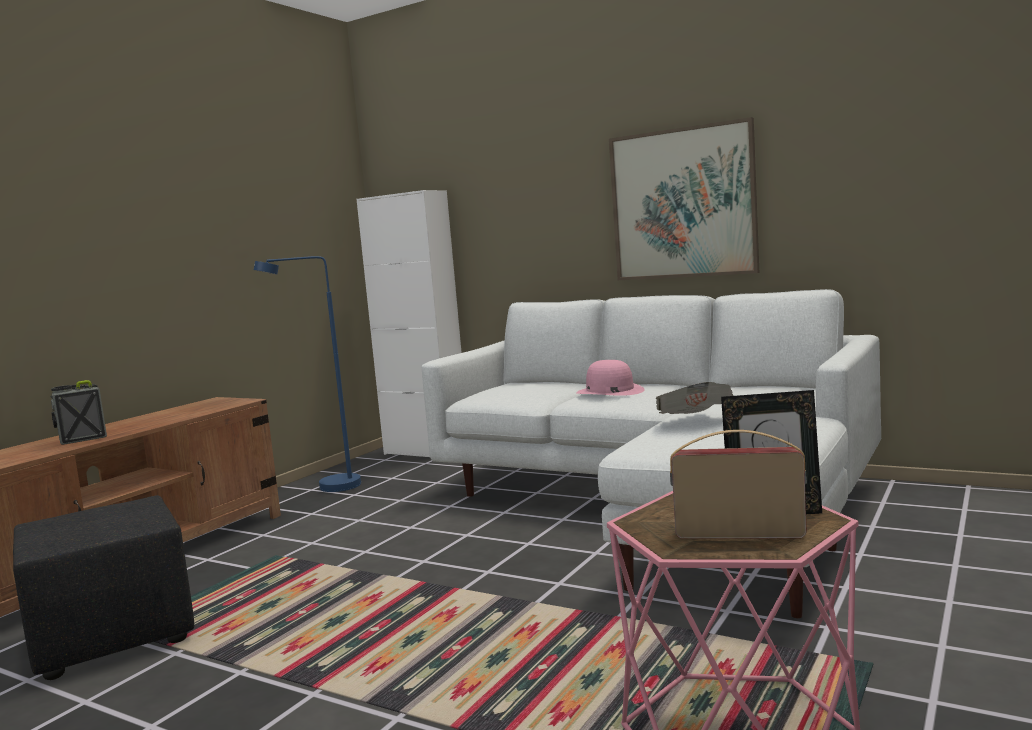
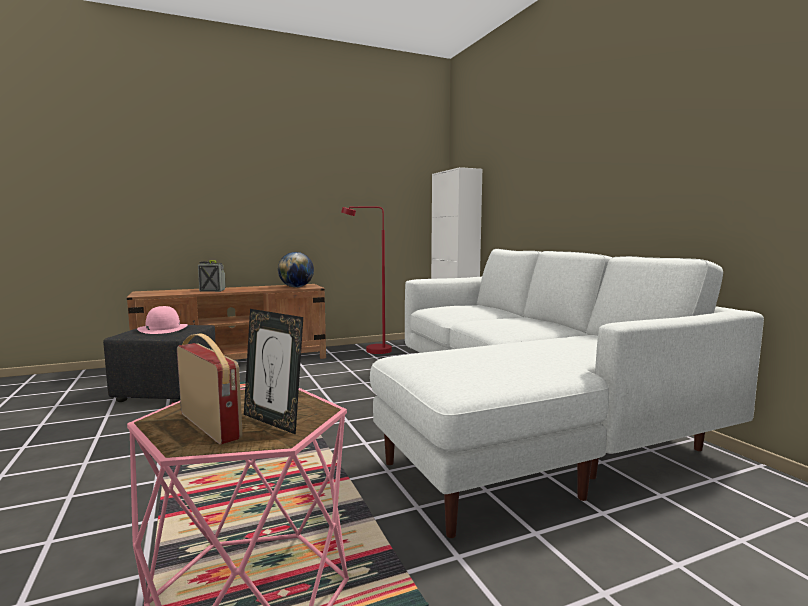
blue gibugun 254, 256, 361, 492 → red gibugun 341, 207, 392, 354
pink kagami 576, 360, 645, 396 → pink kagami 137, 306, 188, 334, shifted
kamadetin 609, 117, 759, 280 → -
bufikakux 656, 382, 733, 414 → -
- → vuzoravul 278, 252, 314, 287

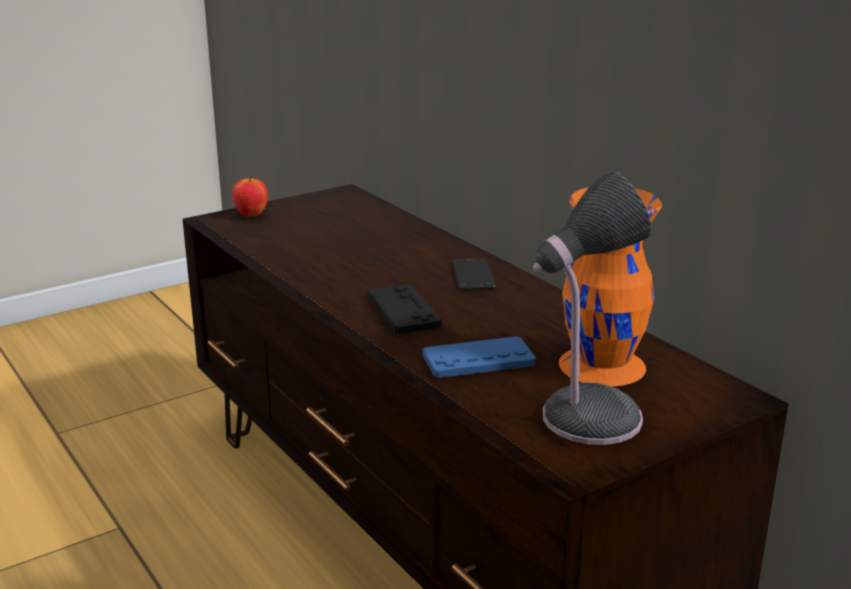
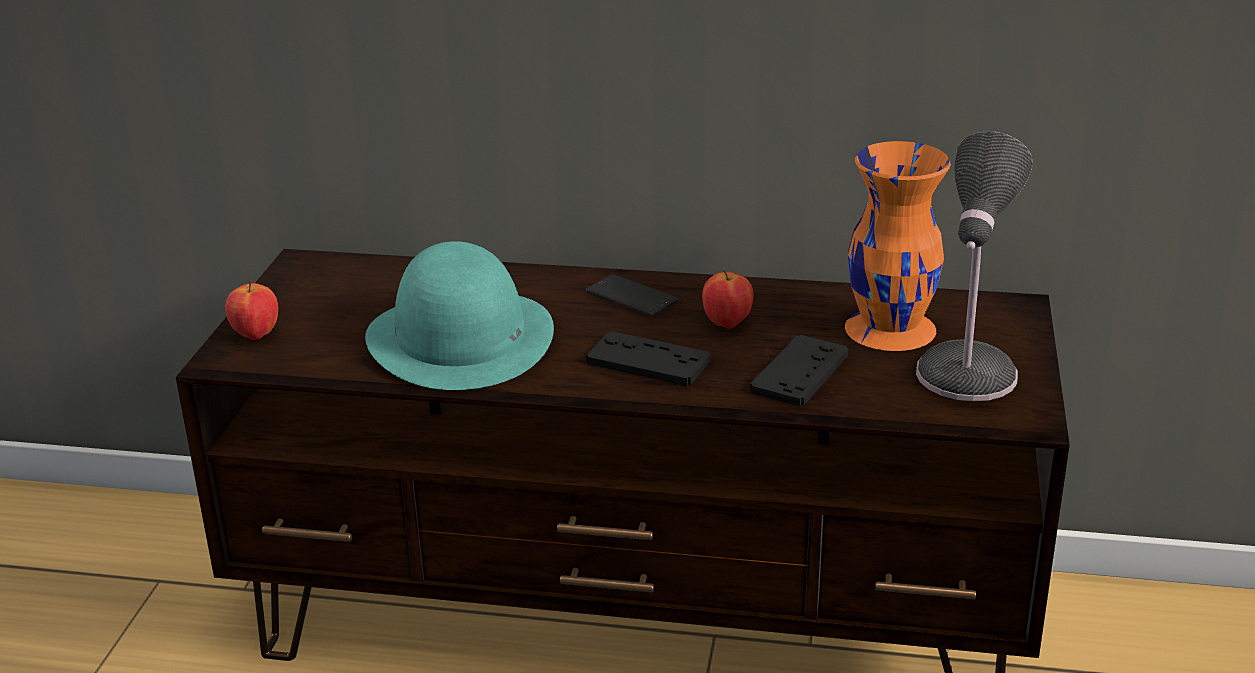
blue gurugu 423, 336, 536, 378 → black gurugu 750, 335, 849, 406
- → turquoise kagami 365, 241, 554, 390
- → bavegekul 702, 269, 753, 329

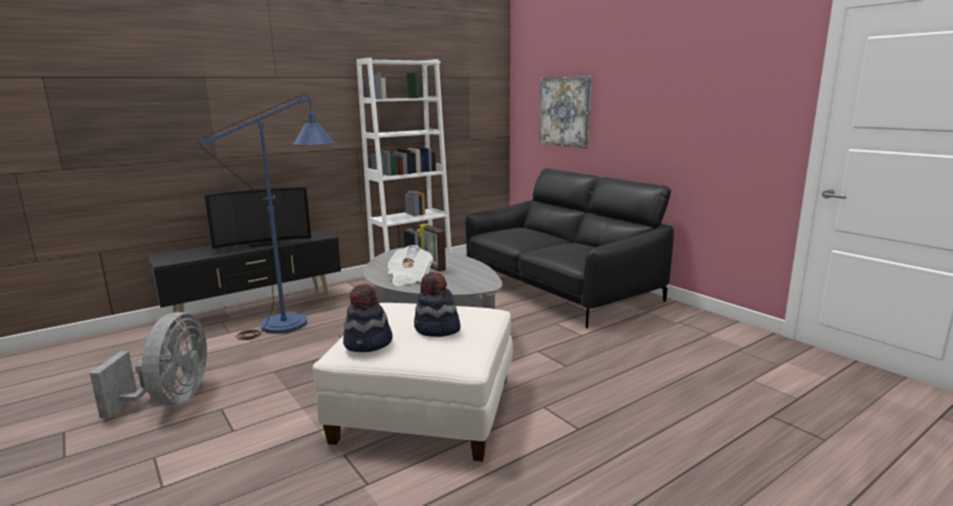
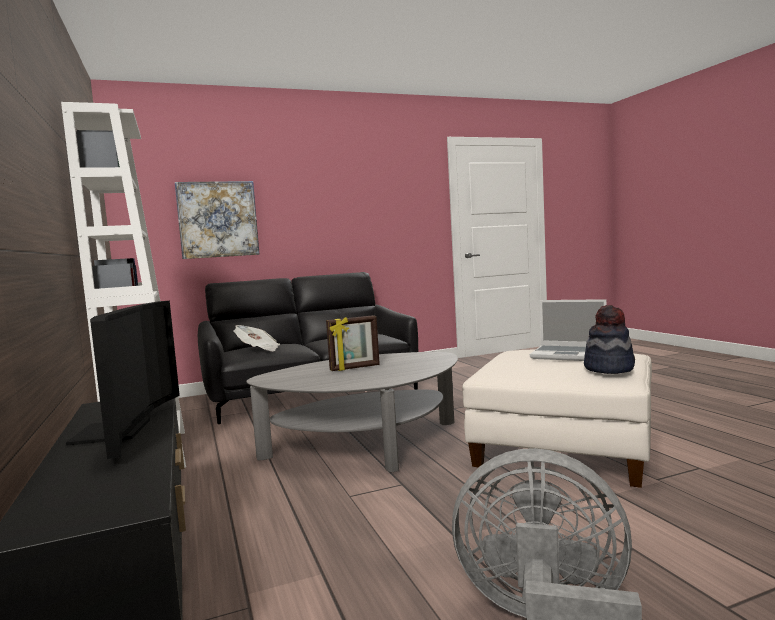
blue gibugun 200, 94, 335, 340 → -
bufikakux 387, 245, 433, 286 → bufikakux 233, 325, 280, 351, shifted
kagami 414, 272, 460, 337 → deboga 530, 299, 607, 361

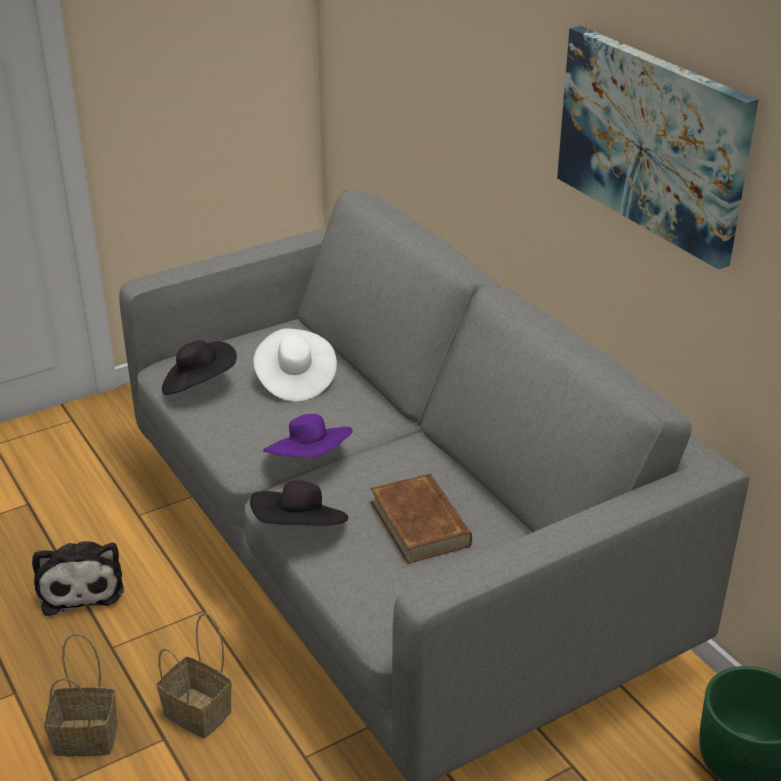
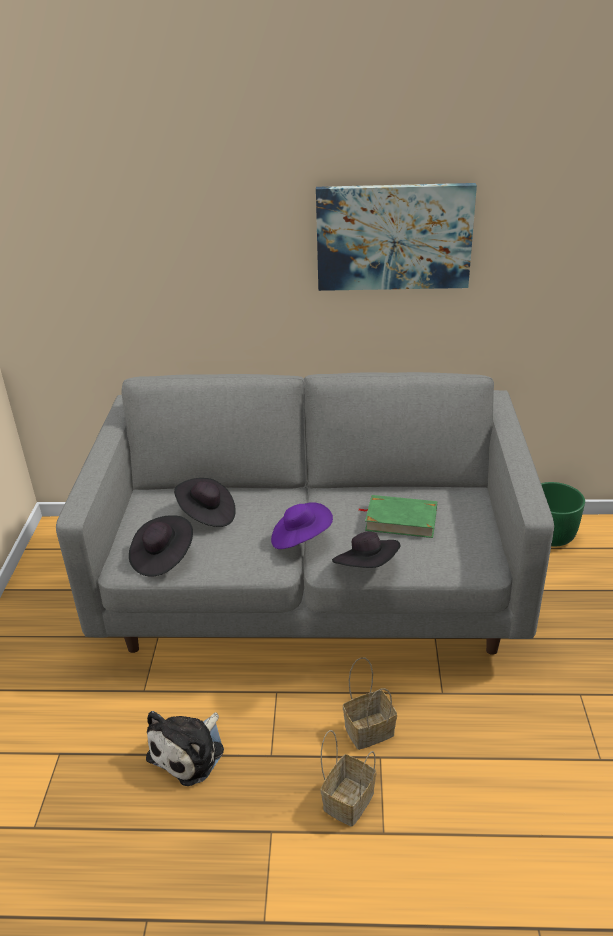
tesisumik 32, 541, 124, 616 → tesisumik 146, 711, 224, 786, 105 degrees clockwise
white kagami 254, 328, 337, 402 → black kagami 174, 478, 236, 527
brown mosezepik 370, 473, 472, 564 → green mosezepik 359, 495, 437, 538

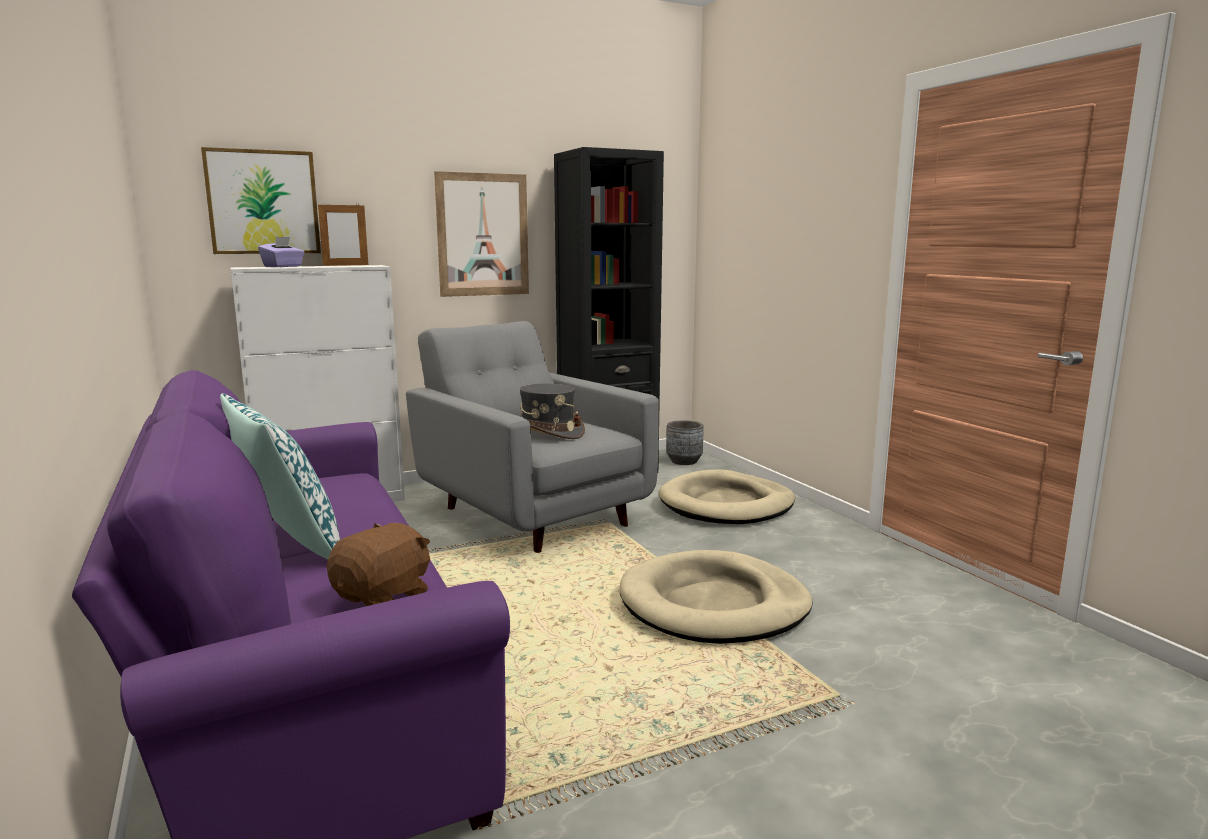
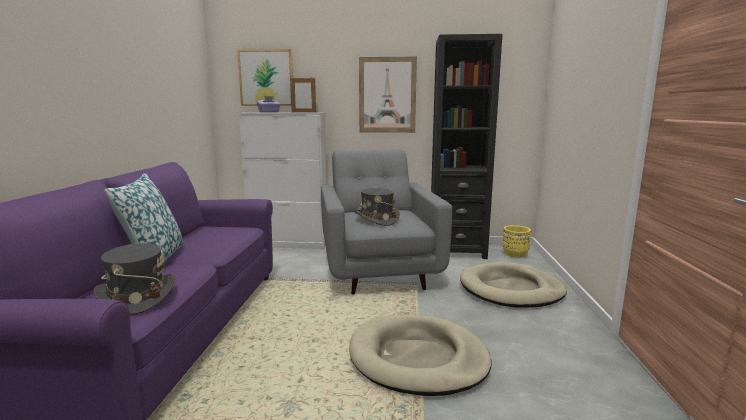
brown tesisumik 327, 523, 430, 606 → grey kagami 94, 243, 175, 315
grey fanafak 666, 420, 704, 465 → yellow fanafak 502, 225, 531, 257

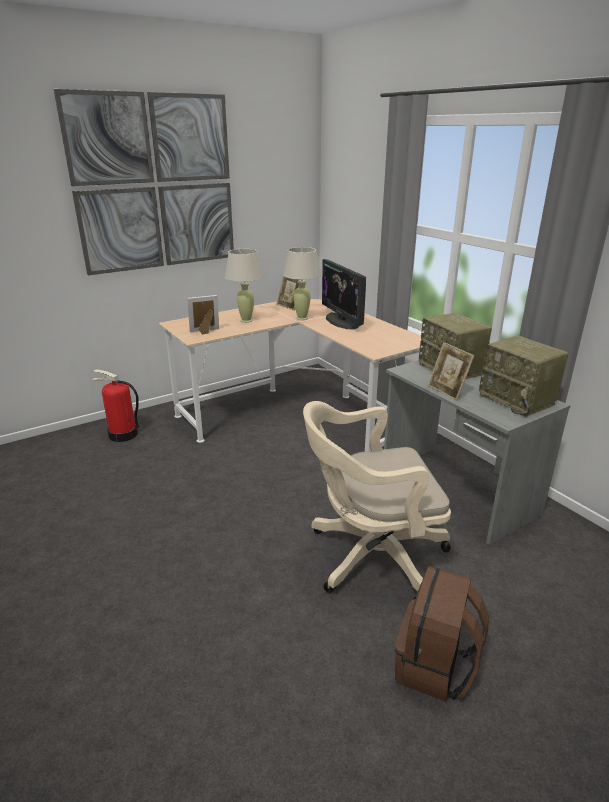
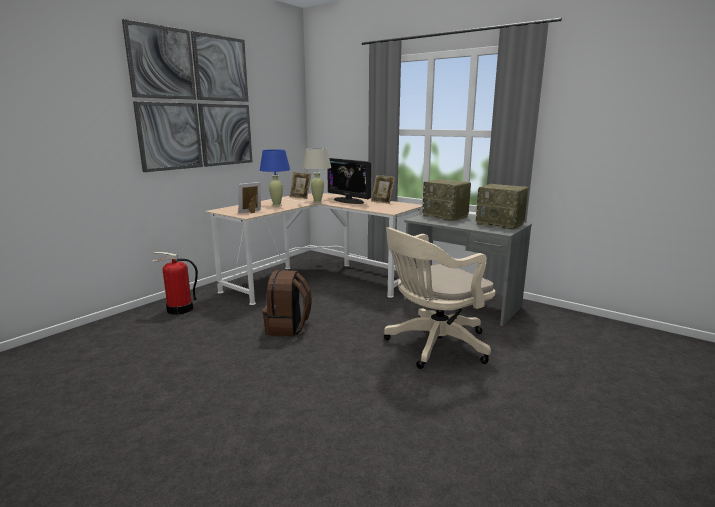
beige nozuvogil 225, 249, 264, 323 → blue nozuvogil 260, 149, 290, 206
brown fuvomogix 395, 566, 489, 702 → brown fuvomogix 263, 270, 312, 336, shifted
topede 428, 342, 474, 401 → topede 371, 175, 395, 204, shifted

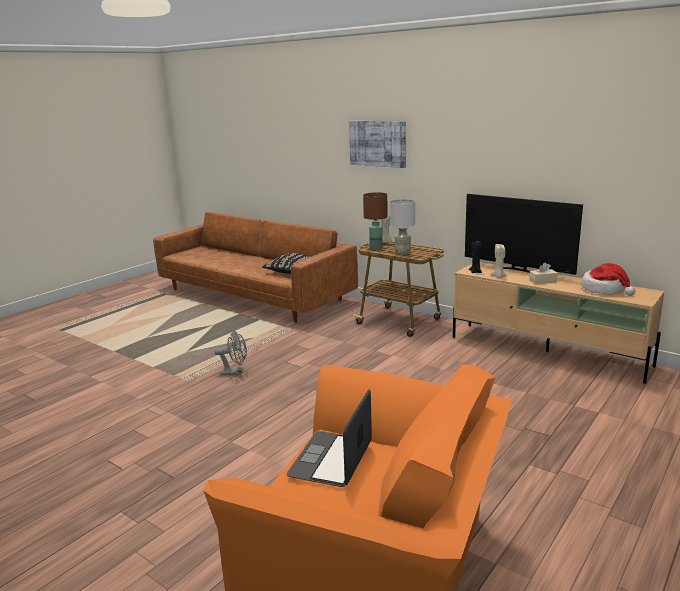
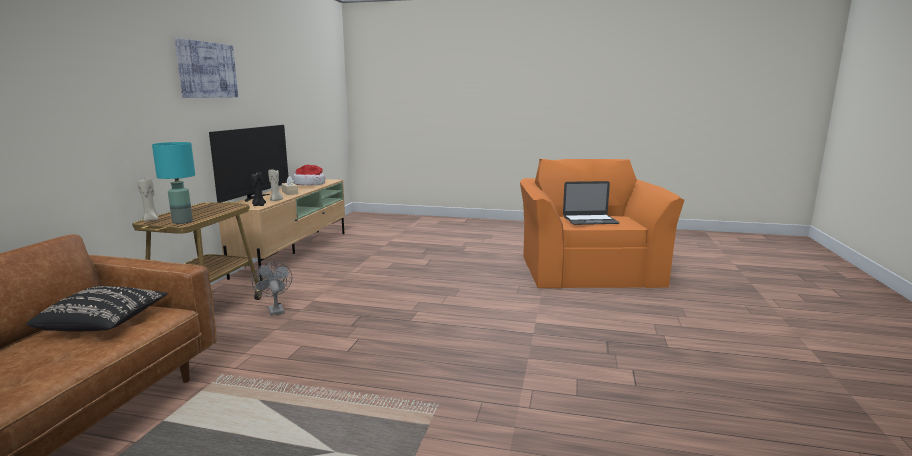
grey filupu 215, 331, 247, 376 → grey filupu 252, 262, 292, 316, shifted
kamadetin 349, 121, 406, 168 → kamadetin 175, 38, 238, 98, shifted
brown nozuvogil 363, 192, 388, 250 → turquoise nozuvogil 152, 142, 195, 224
grey nozuvogil 390, 199, 415, 255 → -

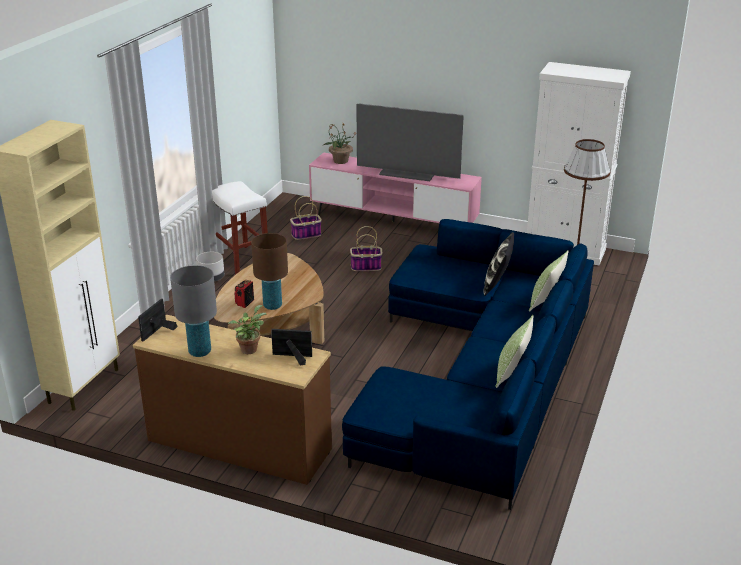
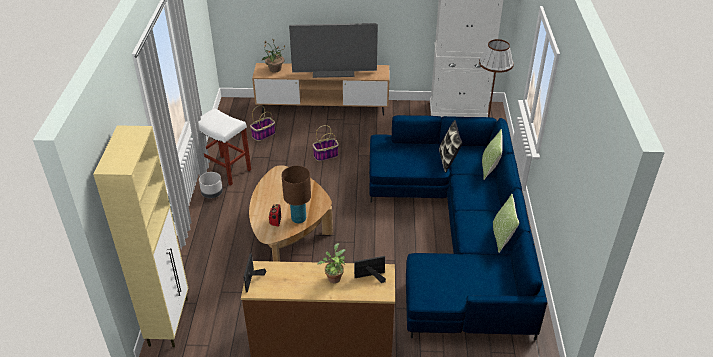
grey nozuvogil 170, 265, 217, 357 → -
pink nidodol 309, 152, 482, 223 → brown nidodol 252, 63, 389, 116

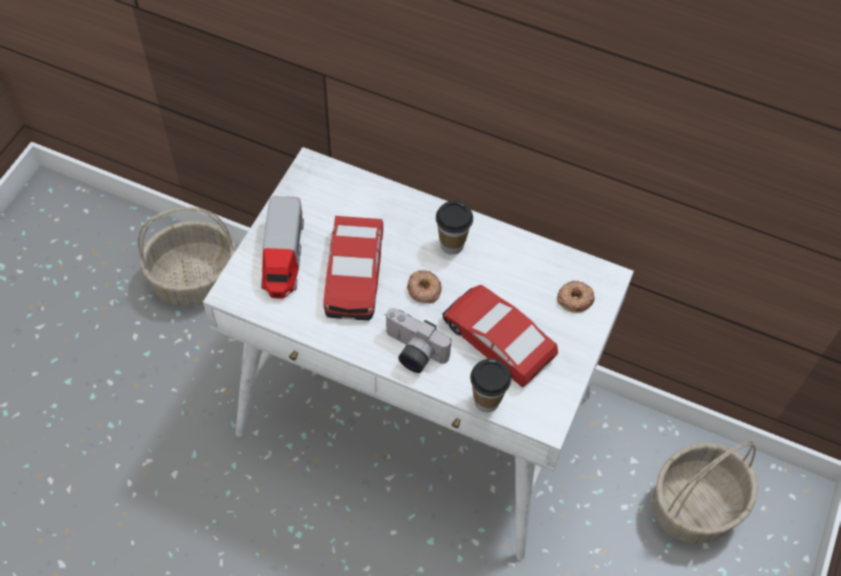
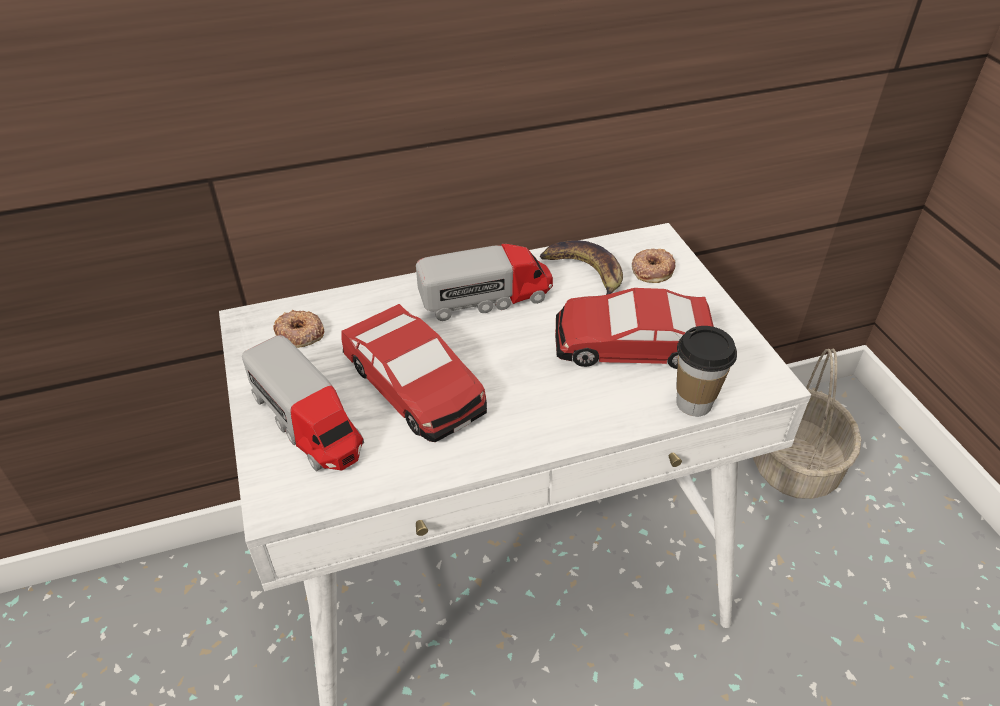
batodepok 138, 207, 236, 306 → -
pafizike 386, 308, 451, 373 → -
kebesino 407, 270, 442, 303 → kebesino 273, 310, 324, 348, shifted
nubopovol 436, 200, 473, 255 → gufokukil 416, 244, 553, 321
- → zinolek 540, 240, 623, 295

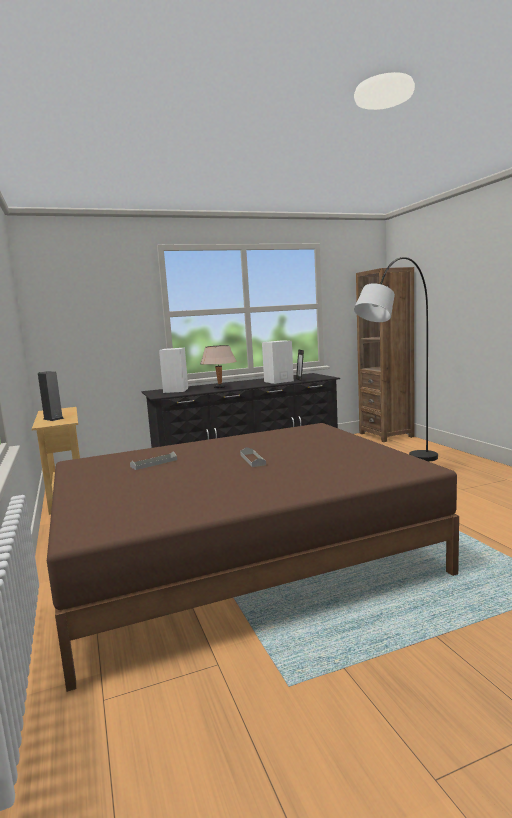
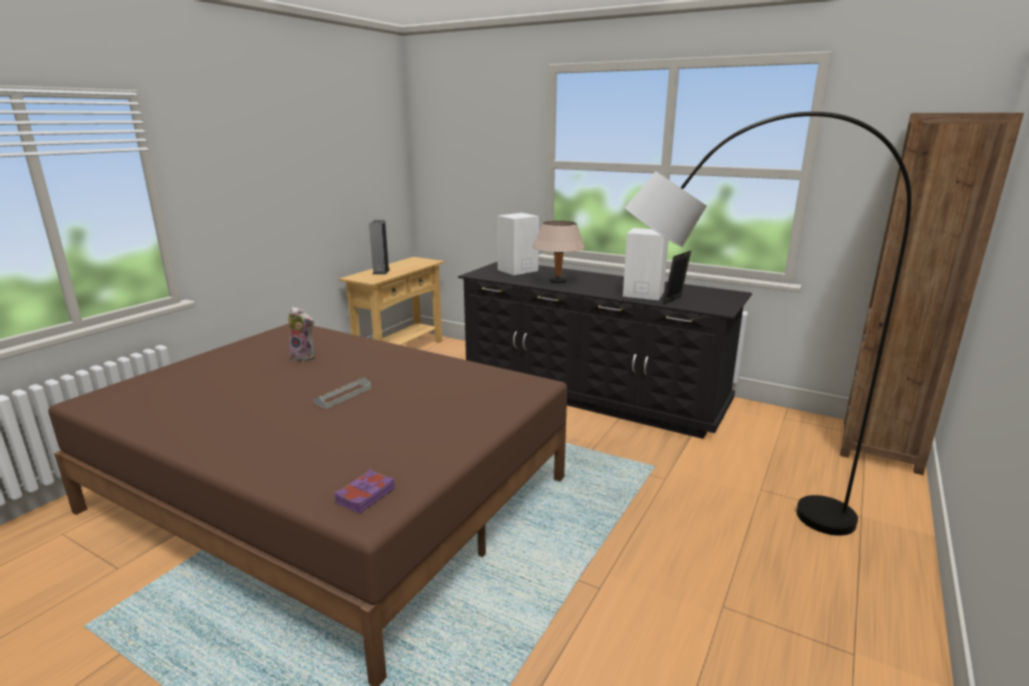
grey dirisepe 130, 451, 177, 470 → tesisumik 288, 307, 315, 361
- → purple mosezepik 334, 469, 395, 514

